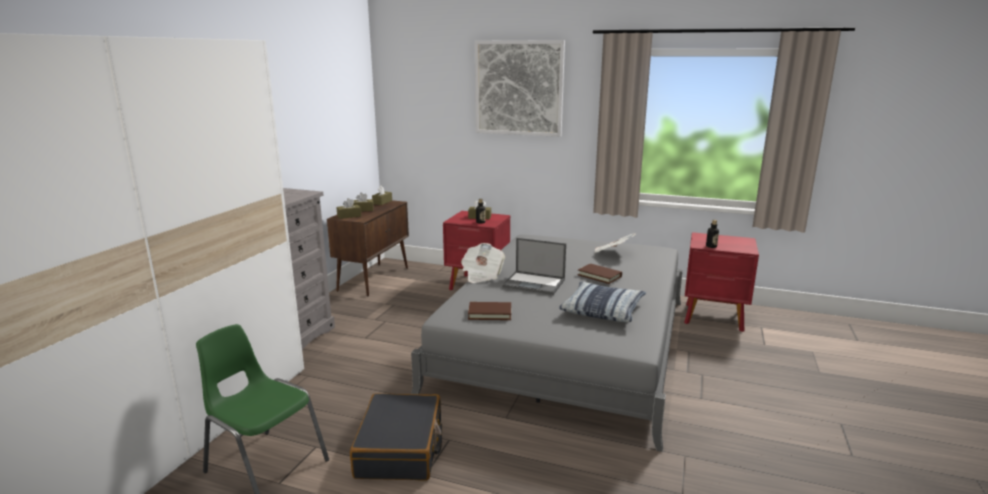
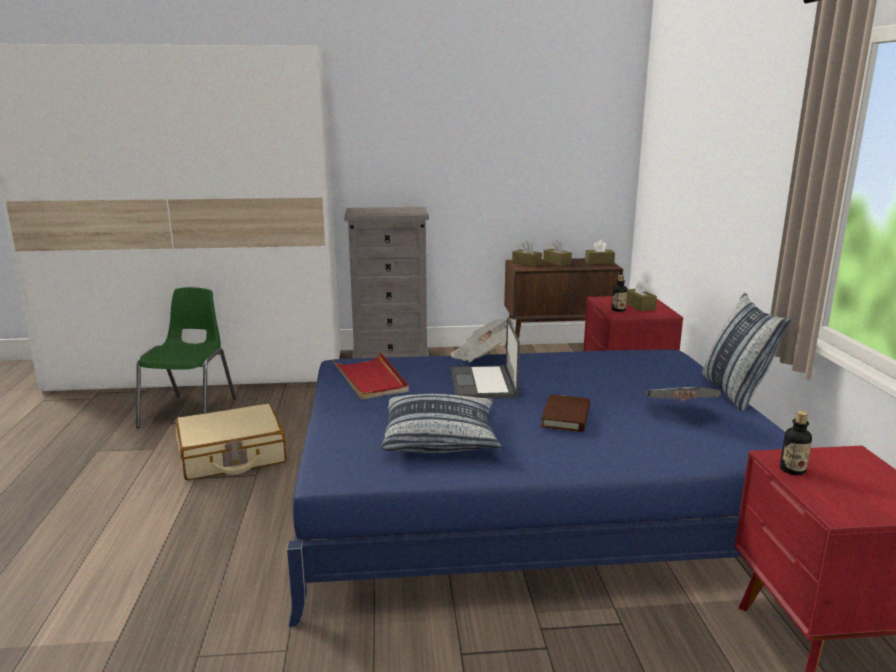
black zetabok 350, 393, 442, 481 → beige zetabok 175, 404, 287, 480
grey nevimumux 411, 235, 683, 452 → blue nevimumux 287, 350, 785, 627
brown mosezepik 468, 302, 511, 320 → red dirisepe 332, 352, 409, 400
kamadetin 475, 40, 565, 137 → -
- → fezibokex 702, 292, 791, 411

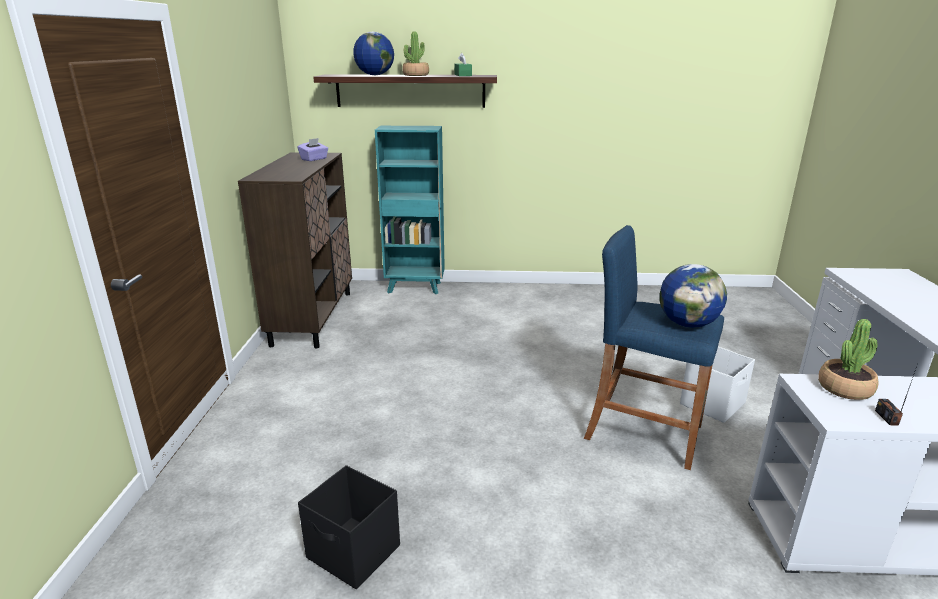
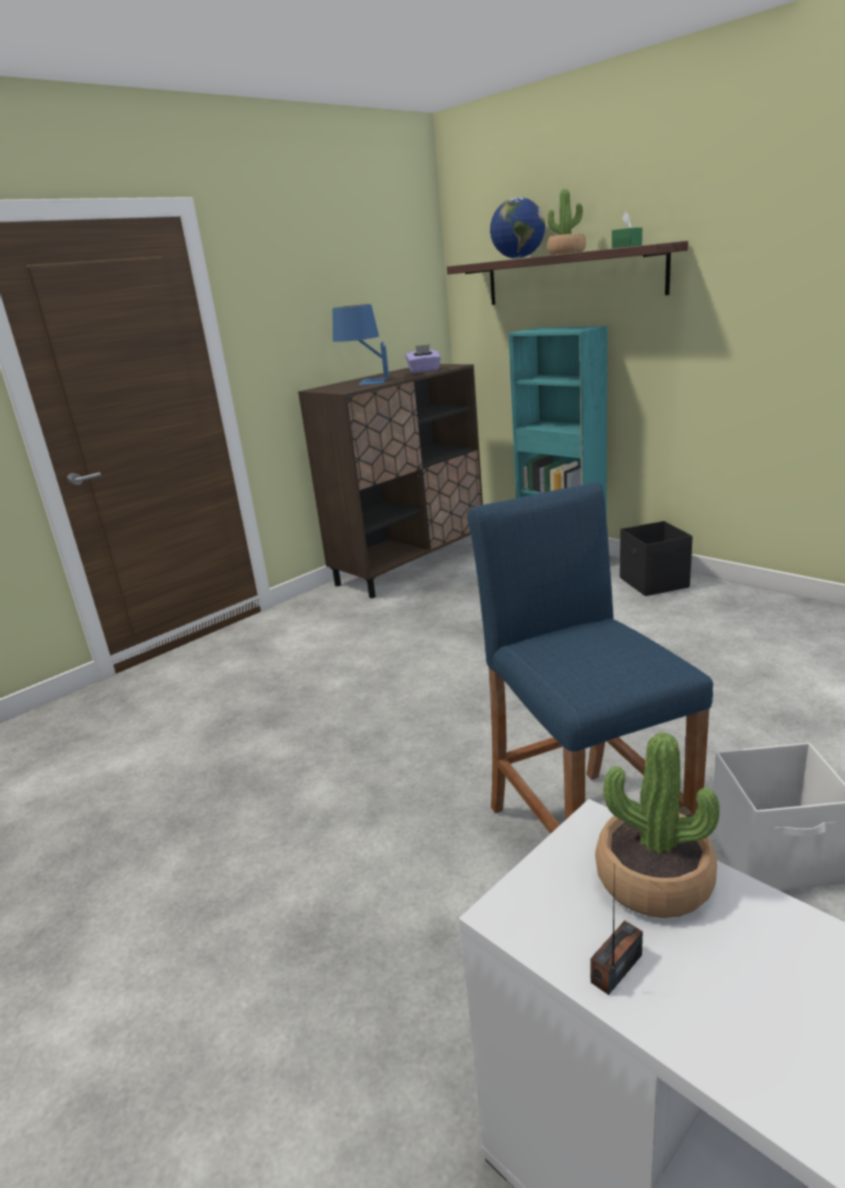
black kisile 298, 465, 400, 589 → black kisile 620, 521, 693, 596, shifted
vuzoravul 659, 264, 727, 328 → -
- → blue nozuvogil 333, 304, 389, 385

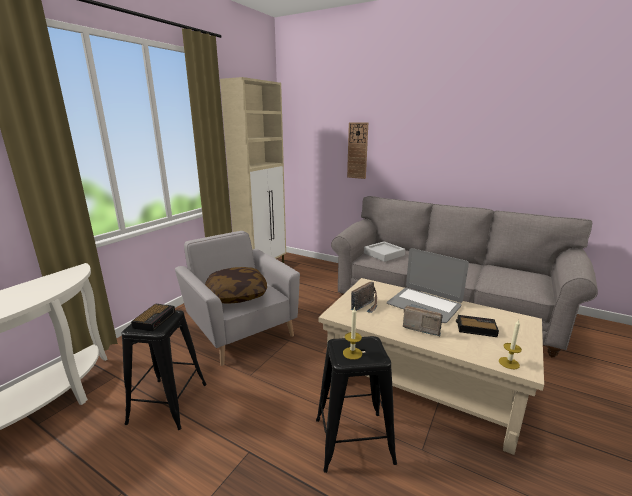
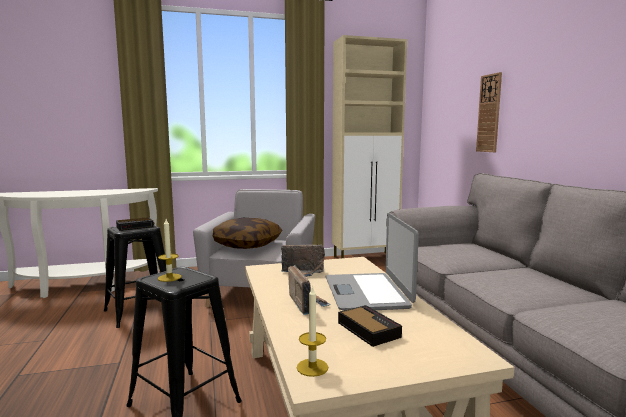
grey dirisepe 364, 241, 405, 262 → -

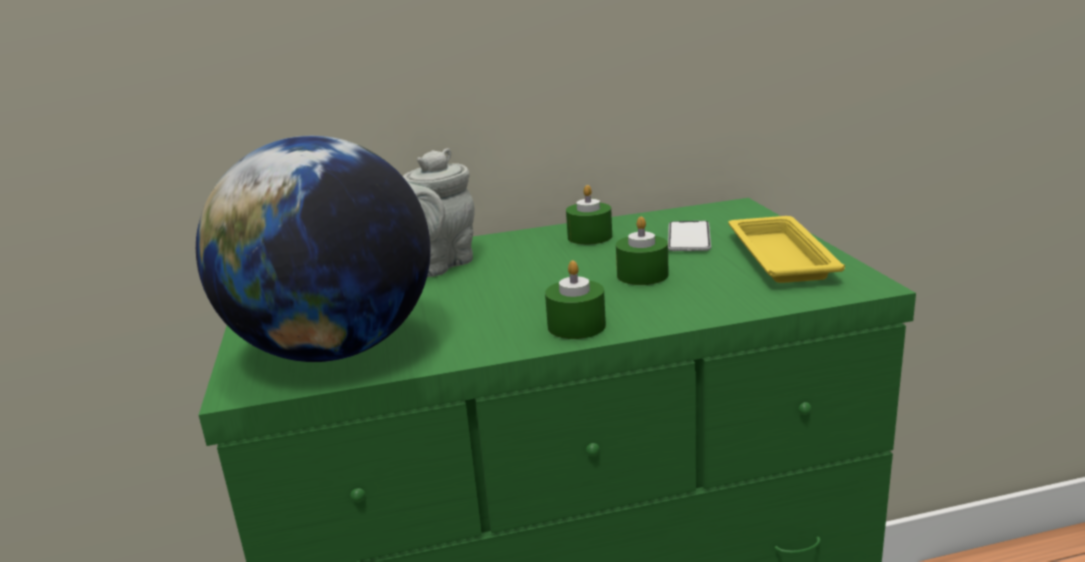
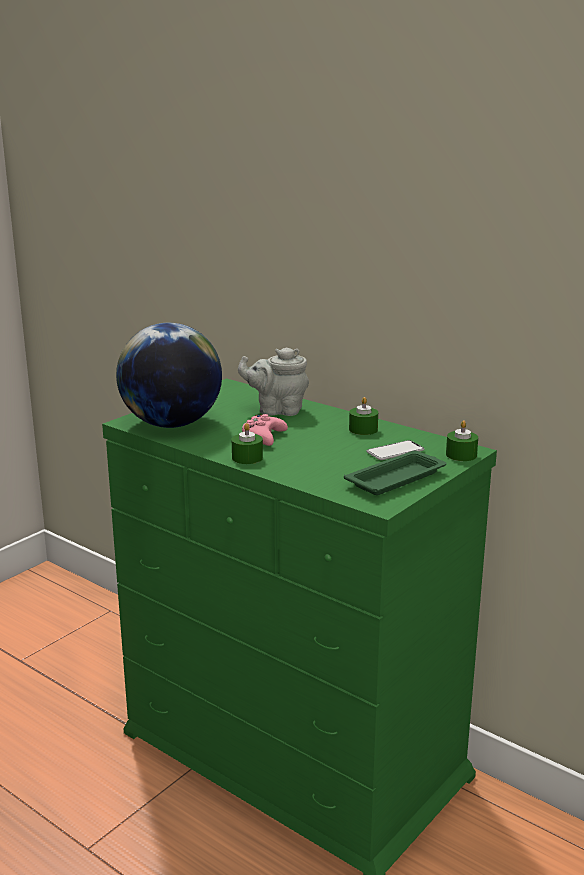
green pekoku 616, 217, 669, 285 → green pekoku 446, 421, 478, 461, shifted
yellow dirisepe 728, 216, 845, 283 → green dirisepe 344, 451, 446, 495
- → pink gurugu 242, 414, 288, 446

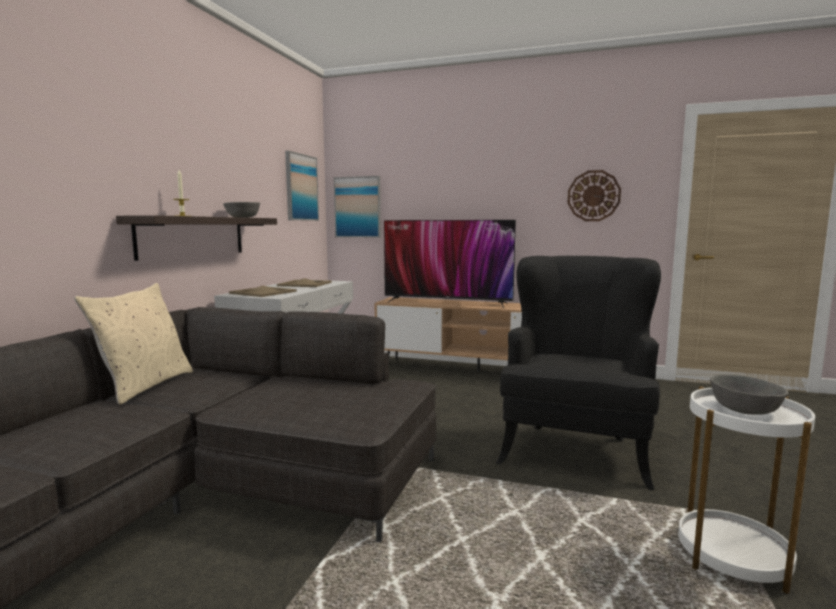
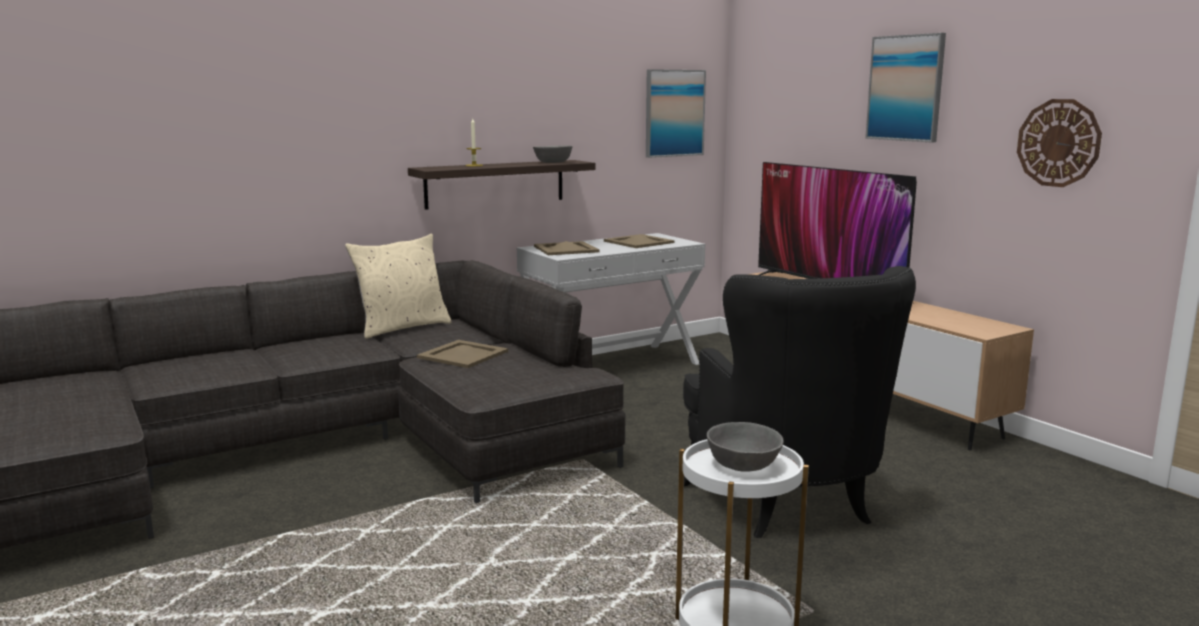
kamadetin 334, 176, 381, 238 → kamadetin 865, 33, 946, 142, shifted
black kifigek 496, 256, 661, 490 → black kifigek 683, 266, 916, 538, 105 degrees clockwise
- → beige dirisepe 417, 340, 508, 368

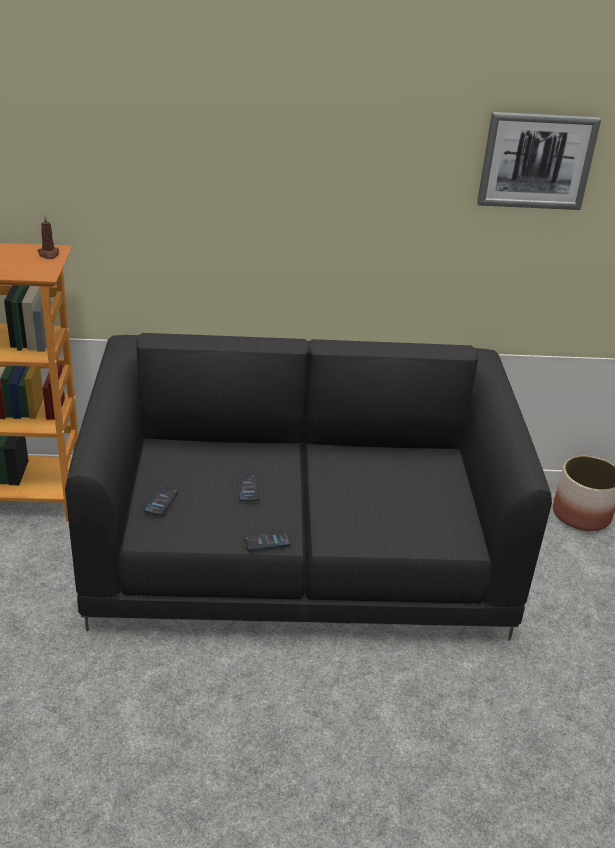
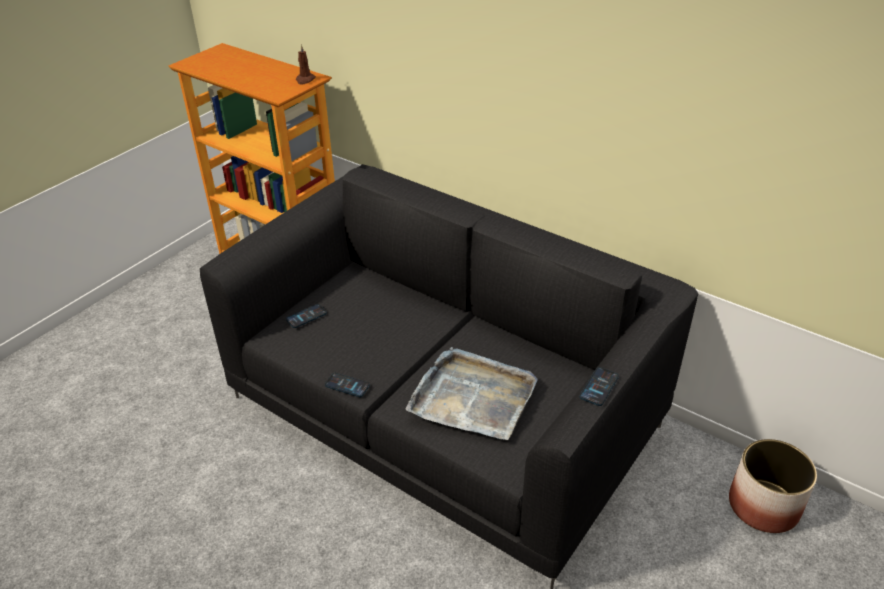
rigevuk 237, 474, 259, 501 → rigevuk 580, 367, 619, 406, shifted
kamadetin 477, 112, 601, 210 → -
- → grey dirisepe 405, 347, 538, 440

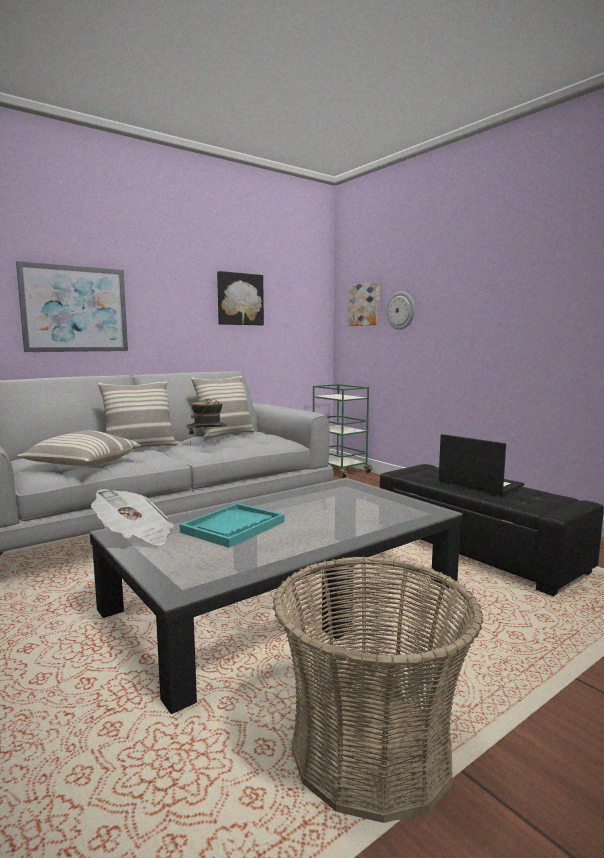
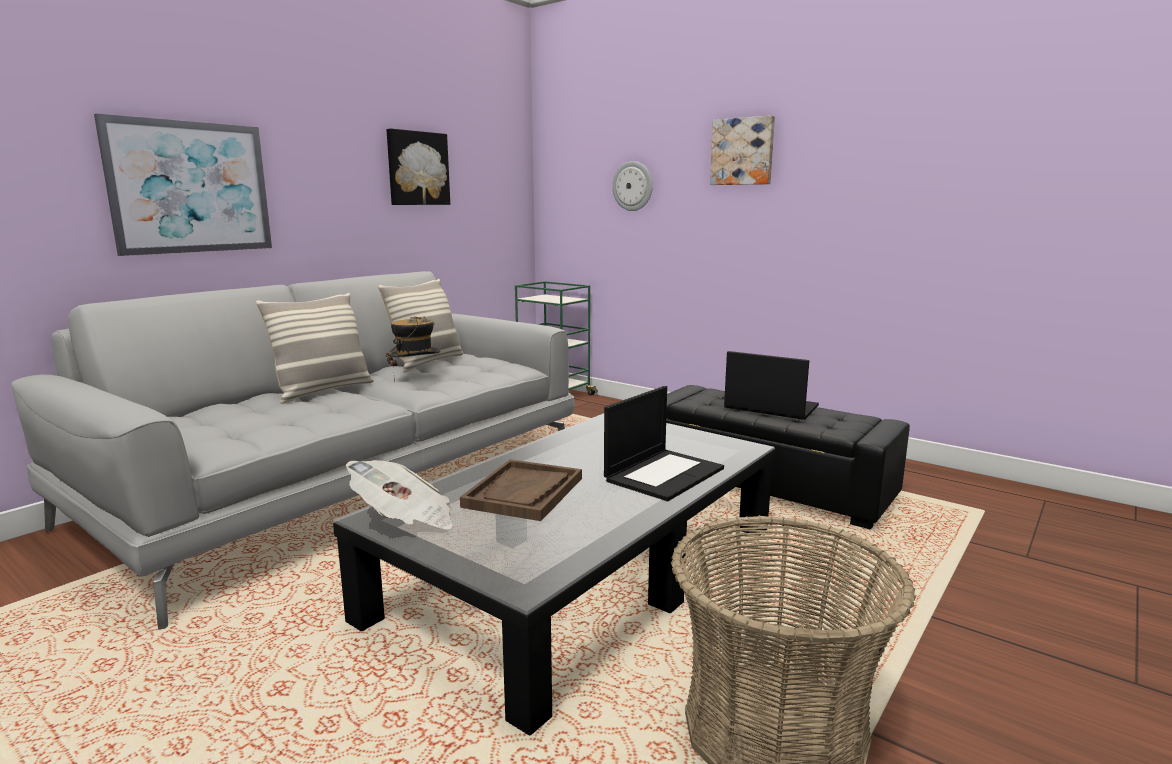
fezibokex 17, 430, 141, 466 → -
turquoise dirisepe 180, 503, 285, 548 → brown dirisepe 460, 459, 582, 521
kamadetin 348, 282, 380, 326 → kamadetin 710, 115, 775, 185, shifted
- → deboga 604, 386, 724, 501

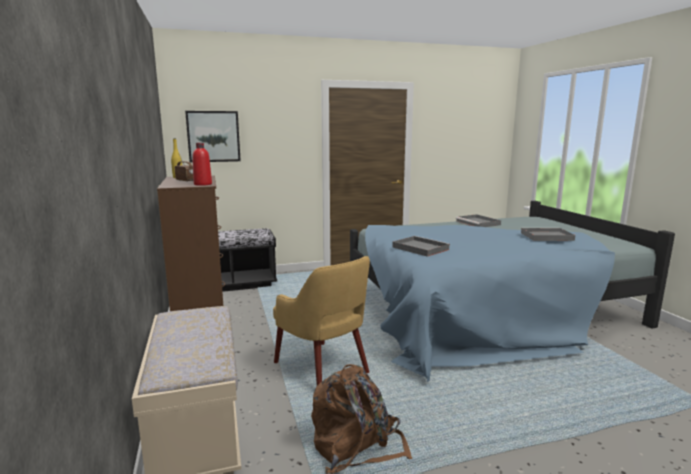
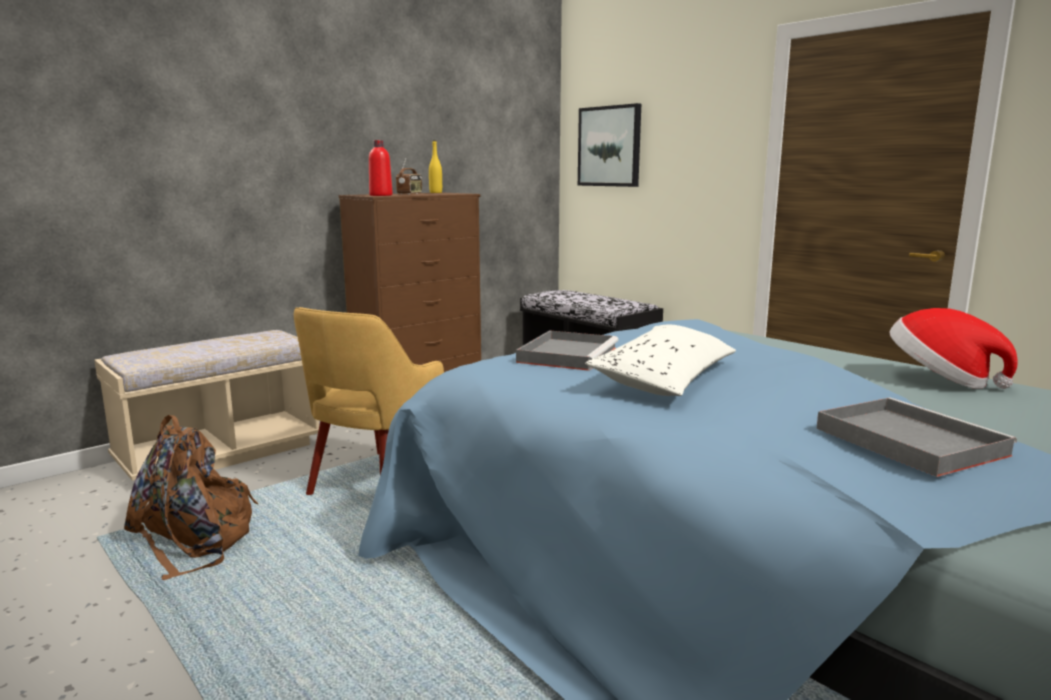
grey dirisepe 456, 214, 501, 227 → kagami 890, 308, 1018, 389
- → white fezibokex 585, 324, 736, 396

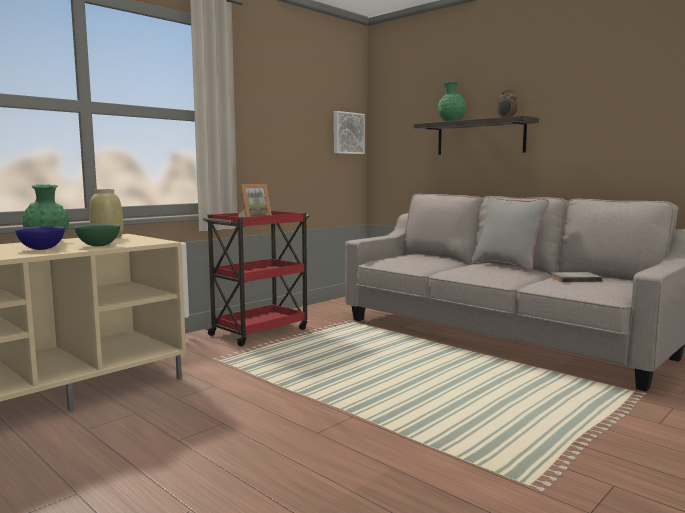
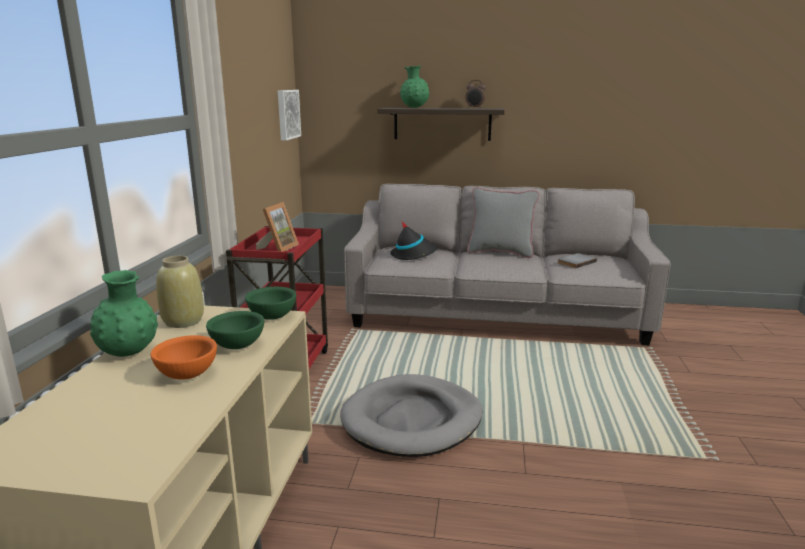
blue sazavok 15, 226, 65, 250 → orange sazavok 151, 335, 217, 380
- → green sazavok 245, 287, 296, 320
- → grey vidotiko 340, 374, 483, 457
- → black kagami 390, 222, 438, 260

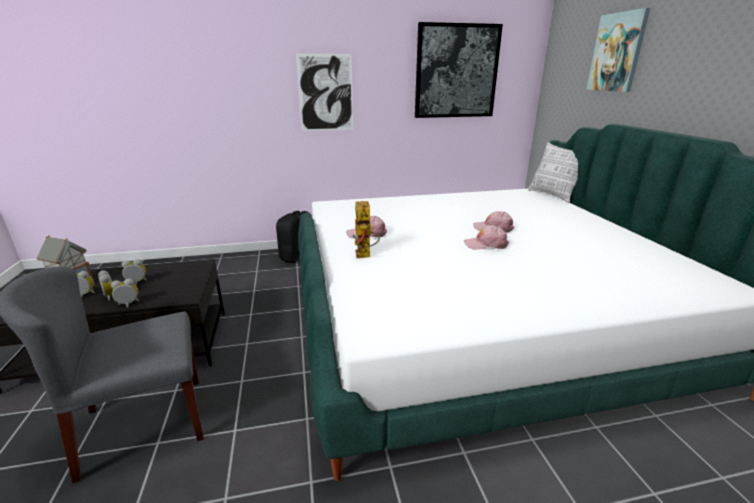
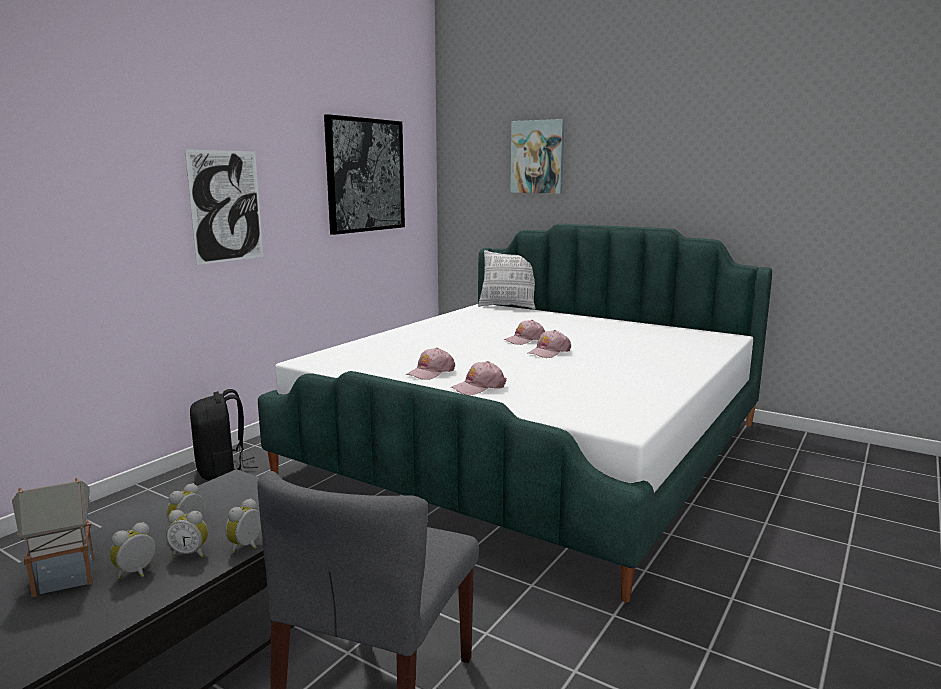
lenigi 352, 201, 380, 258 → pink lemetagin 451, 361, 507, 395

